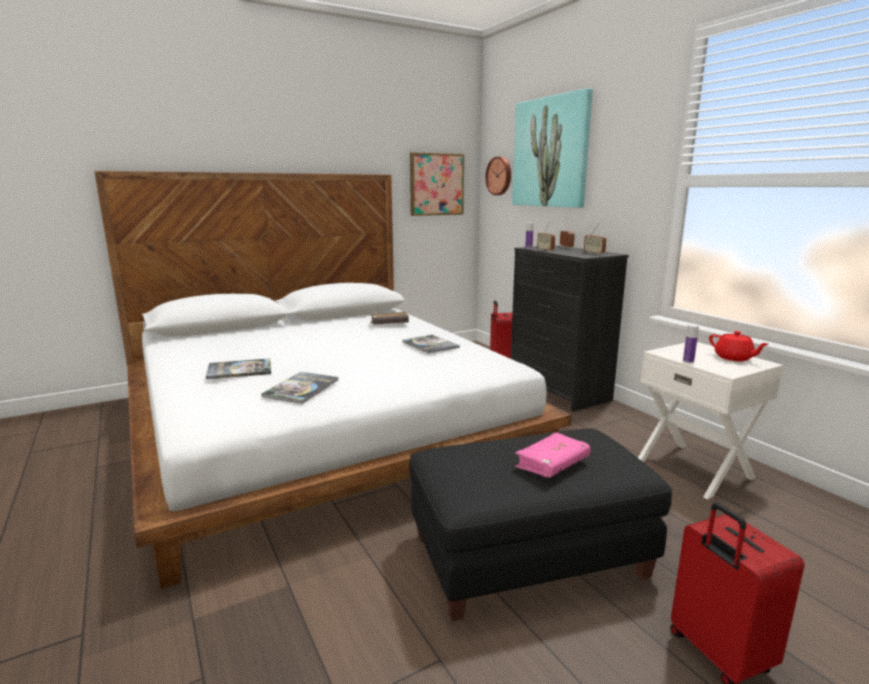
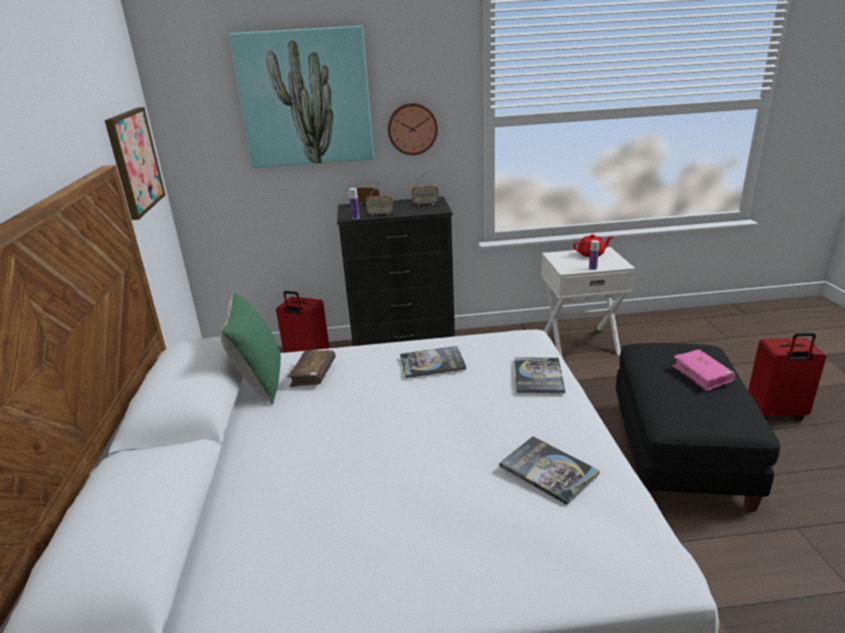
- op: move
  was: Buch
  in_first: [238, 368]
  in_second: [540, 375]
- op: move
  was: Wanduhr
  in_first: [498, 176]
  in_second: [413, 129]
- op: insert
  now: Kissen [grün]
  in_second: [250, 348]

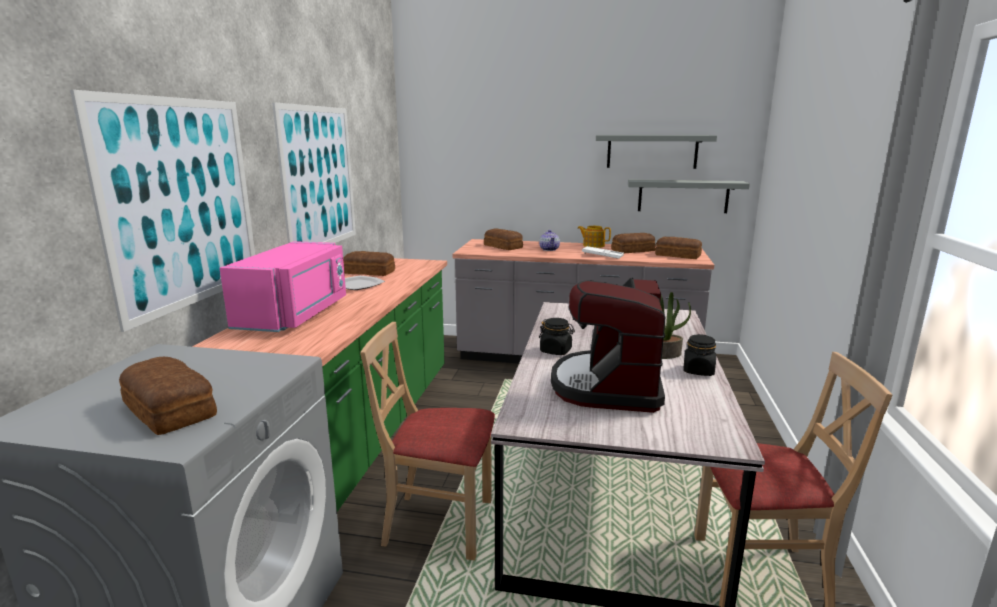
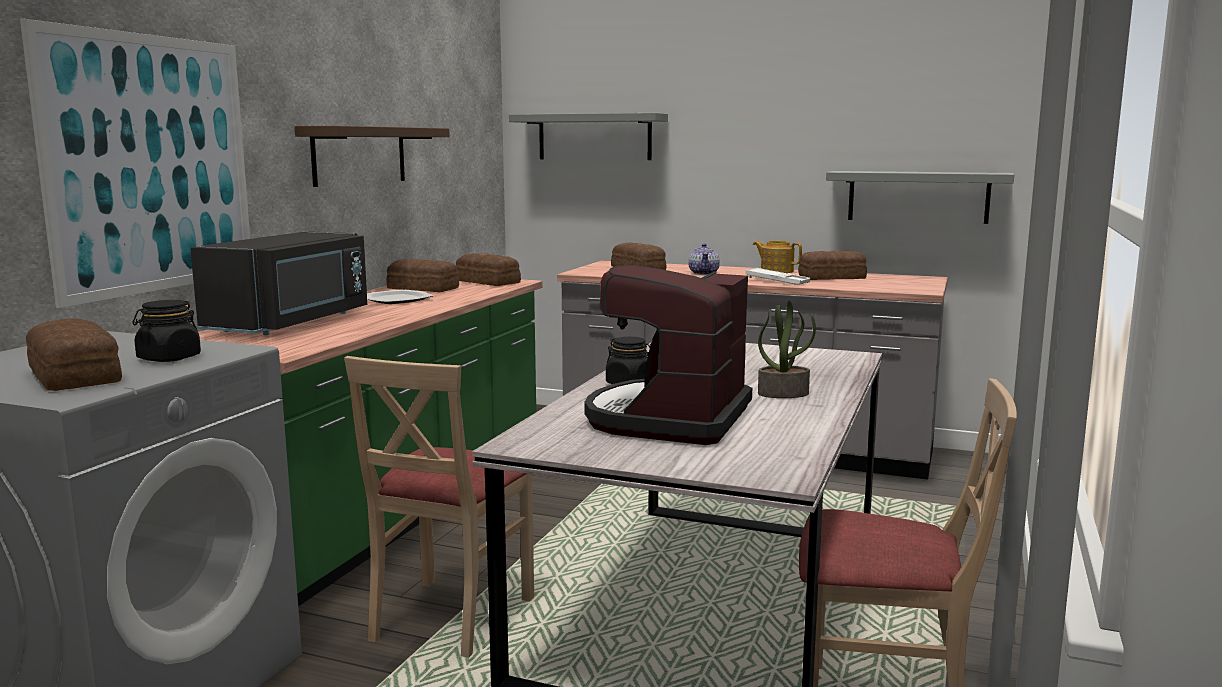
- op: recolor
  was: Mikrowelle [rosa]
  now: Mikrowelle [schwarz]
  in_first: [283, 286]
  in_second: [278, 283]
- op: replace
  was: Bild
  now: Wandregal [braun]
  in_first: [314, 172]
  in_second: [372, 156]
- op: rotate
  was: Stuhl [beige]
  in_first: [427, 441]
  in_second: [439, 507]
  clockwise: -90
- op: move
  was: Wandregal [grau]
  in_first: [656, 152]
  in_second: [588, 136]
- op: move
  was: Brot
  in_first: [678, 248]
  in_second: [488, 269]
- op: move
  was: Vorratsglas [schwarz]
  in_first: [699, 355]
  in_second: [167, 331]

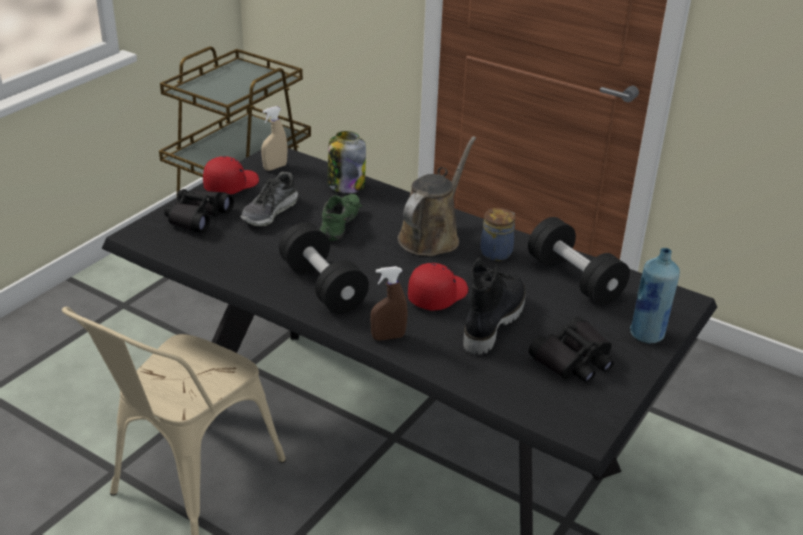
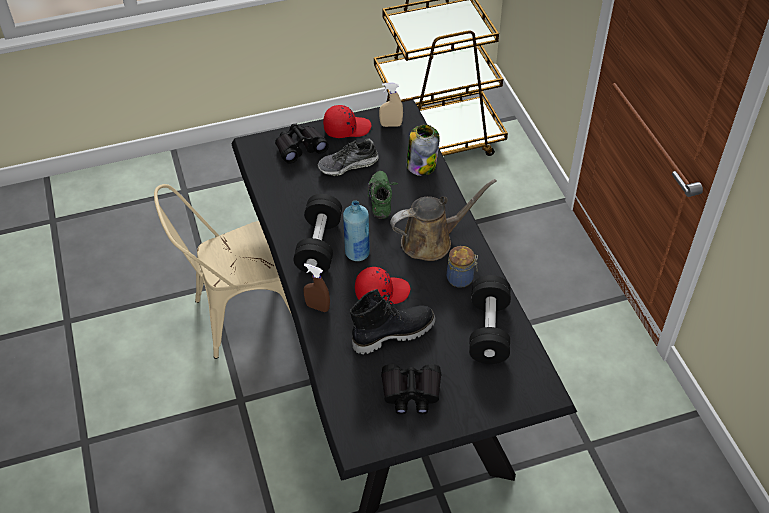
- op: rotate
  was: Schuh [grün]
  in_first: [341, 216]
  in_second: [383, 195]
  clockwise: -60
- op: move
  was: Flasche [blau]
  in_first: [655, 295]
  in_second: [356, 230]

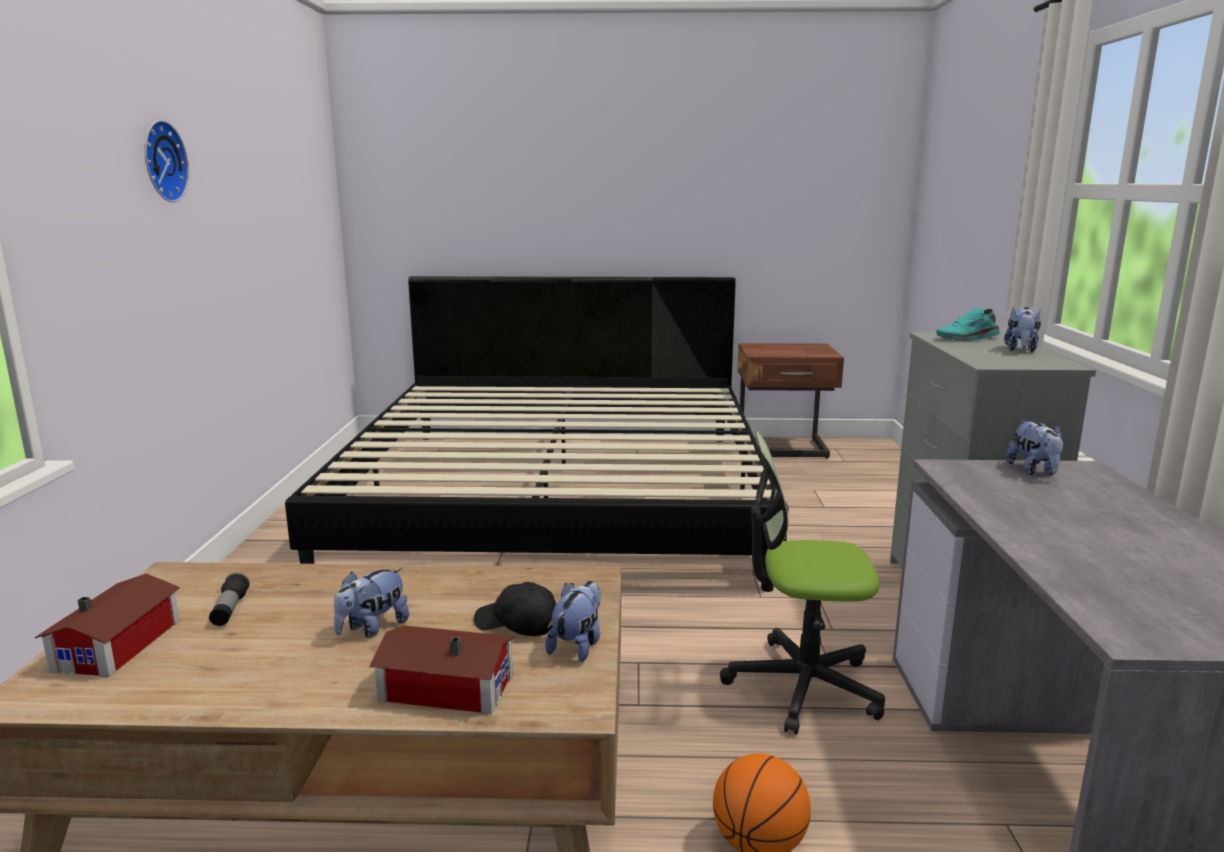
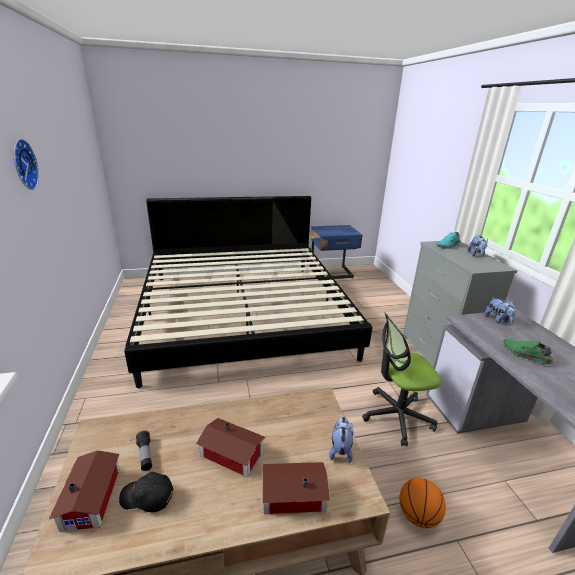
- op: replace
  was: Plüschtier
  now: Spielzeughaus
  in_first: [371, 603]
  in_second: [230, 447]
- op: move
  was: Kappe [schwarz]
  in_first: [515, 609]
  in_second: [146, 492]
- op: recolor
  was: Nachttisch [braun]
  now: Nachttisch [blau]
  in_first: [791, 401]
  in_second: [337, 253]
- op: insert
  now: Schuh [grün]
  in_second: [528, 352]

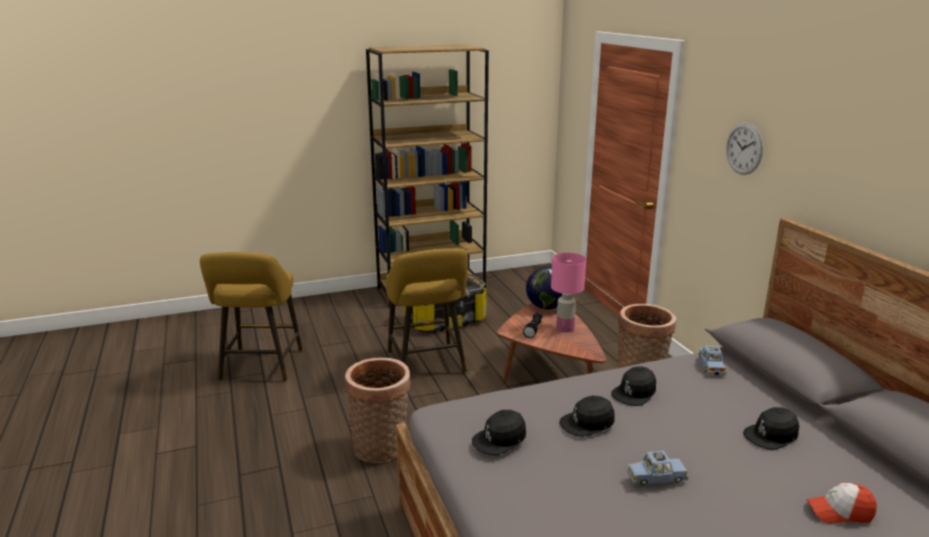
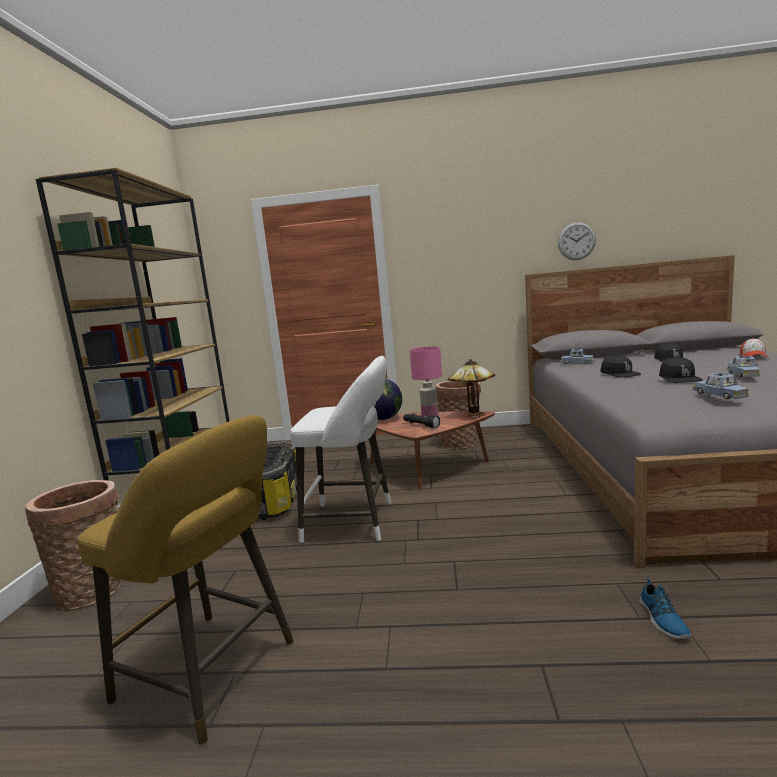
- op: move
  was: Korb
  in_first: [378, 410]
  in_second: [74, 545]
- op: recolor
  was: Hocker [gelb]
  now: Hocker [weiß]
  in_first: [427, 310]
  in_second: [340, 449]
- op: replace
  was: Kappe [schwarz]
  now: Spielzeugauto [blau]
  in_first: [499, 432]
  in_second: [721, 386]
- op: move
  was: Wanduhr
  in_first: [744, 149]
  in_second: [577, 241]
- op: insert
  now: Tischlampe
  in_second: [471, 388]
- op: insert
  now: Schuh
  in_second: [665, 608]

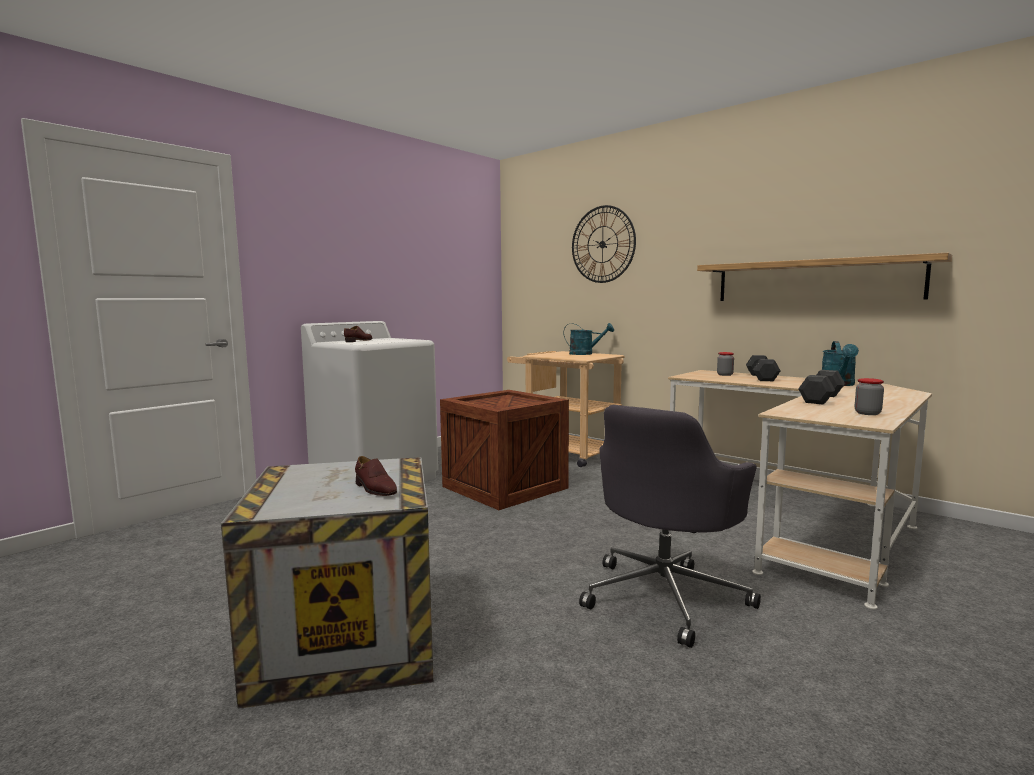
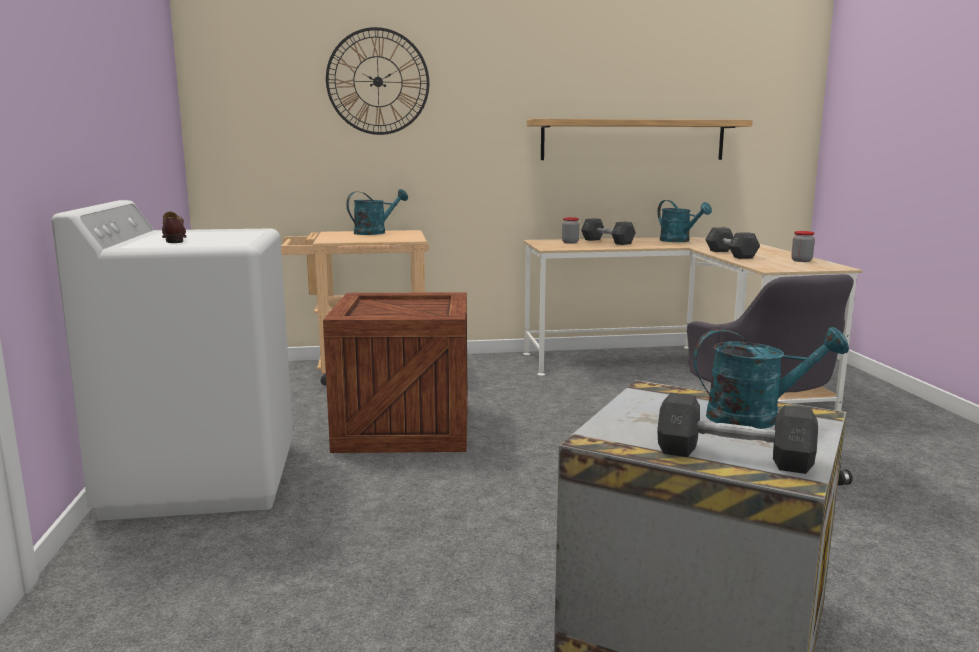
- op: replace
  was: Schuh [braun]
  now: Gießkanne [türkis]
  in_first: [376, 476]
  in_second: [771, 378]
- op: insert
  now: Hantel [grau]
  in_second: [737, 433]

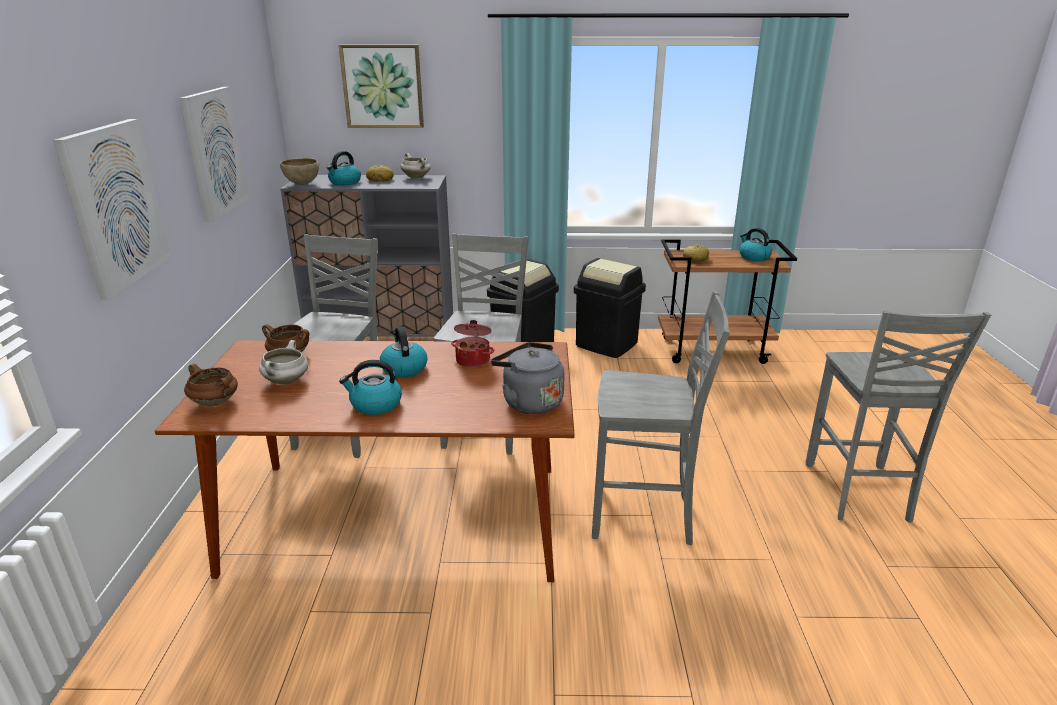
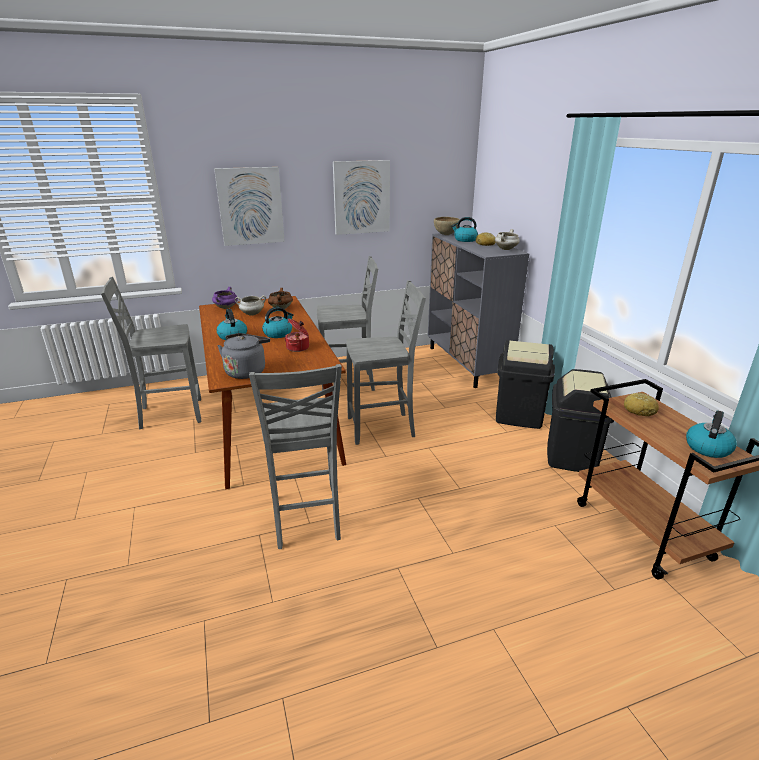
- op: recolor
  was: Kochtopf [braun]
  now: Kochtopf [lila]
  in_first: [211, 385]
  in_second: [225, 298]
- op: delete
  was: Bild
  in_first: [381, 86]
- op: move
  was: Stuhl [grau]
  in_first: [898, 416]
  in_second: [151, 353]

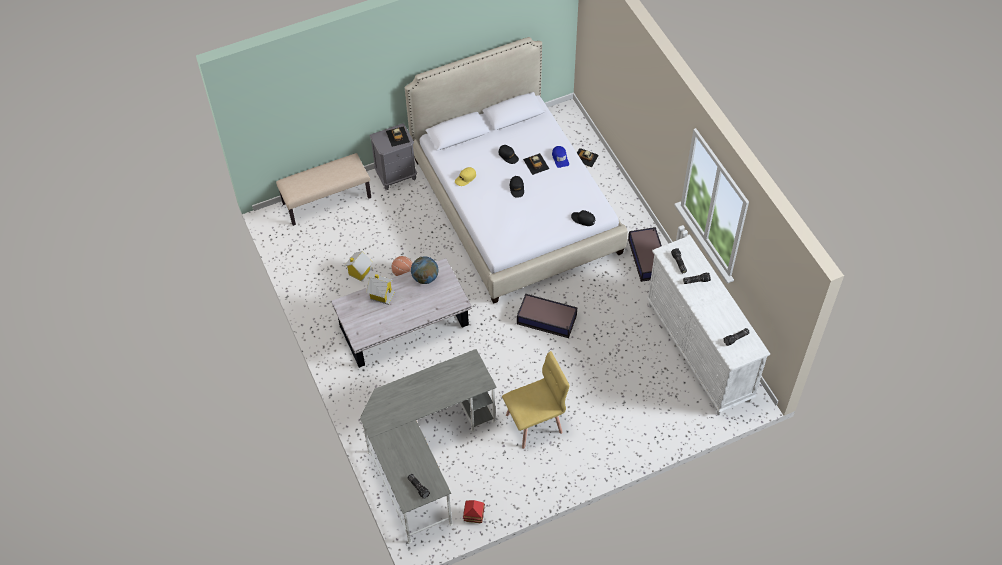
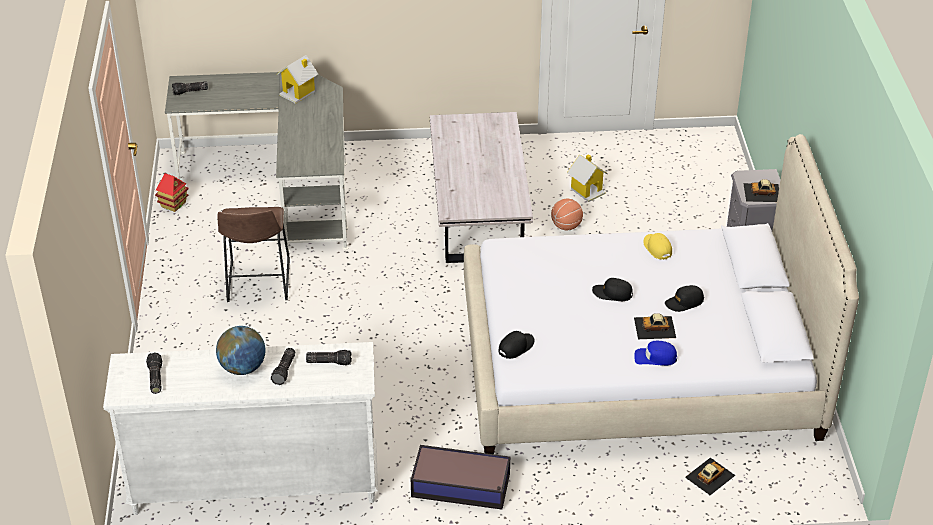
- op: delete
  was: Bank [beige]
  in_first: [323, 189]
- op: move
  was: Spielzeughaus
  in_first: [380, 289]
  in_second: [297, 79]
- op: move
  was: Globus
  in_first: [424, 270]
  in_second: [241, 350]
- op: replace
  was: Stuhl [gelb]
  now: Hocker [braun]
  in_first: [536, 400]
  in_second: [253, 254]
- op: delete
  was: Aufbewahrungsbox
  in_first: [547, 316]

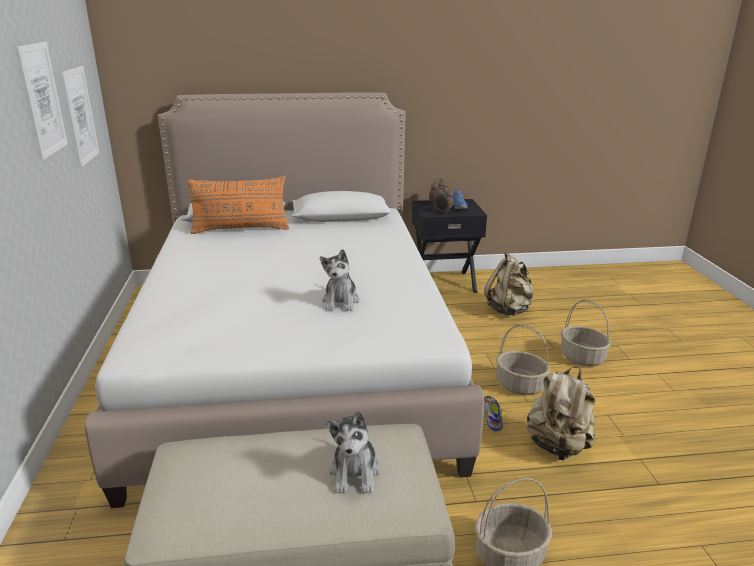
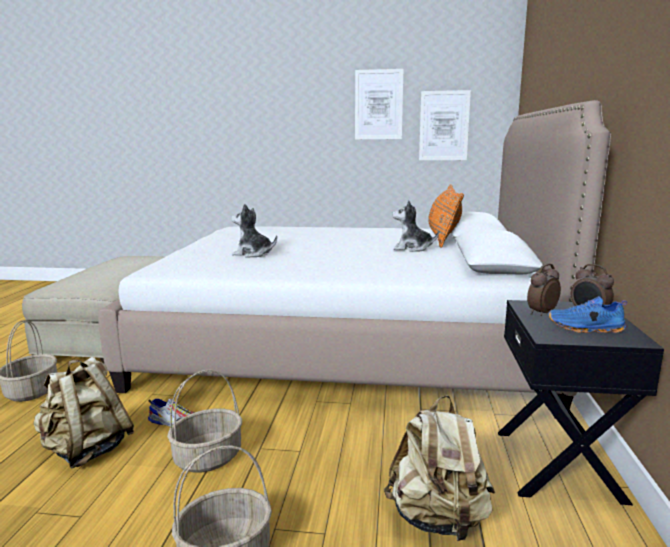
- op: move
  was: Plüschtier
  in_first: [353, 452]
  in_second: [415, 226]

